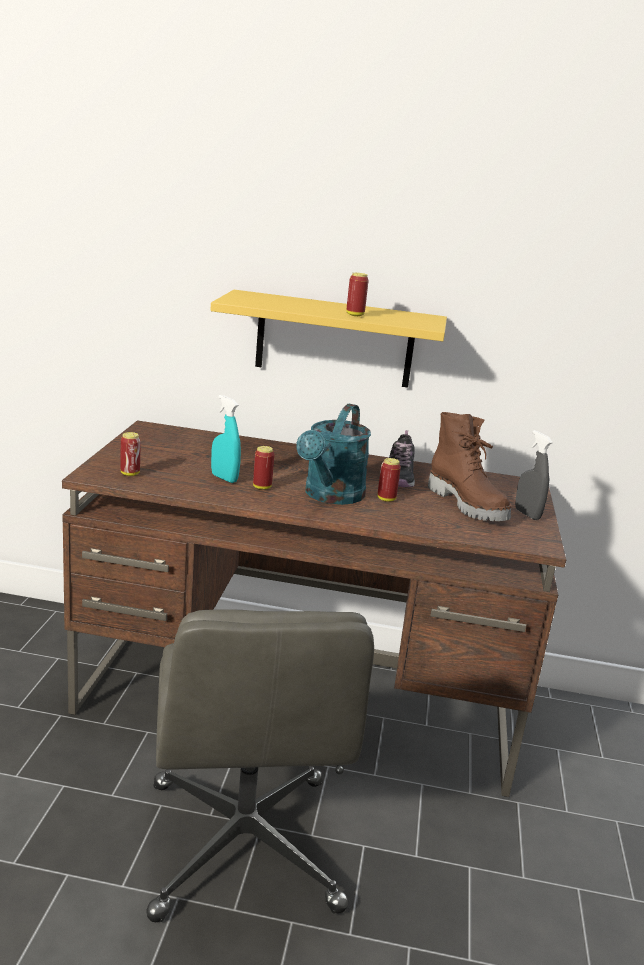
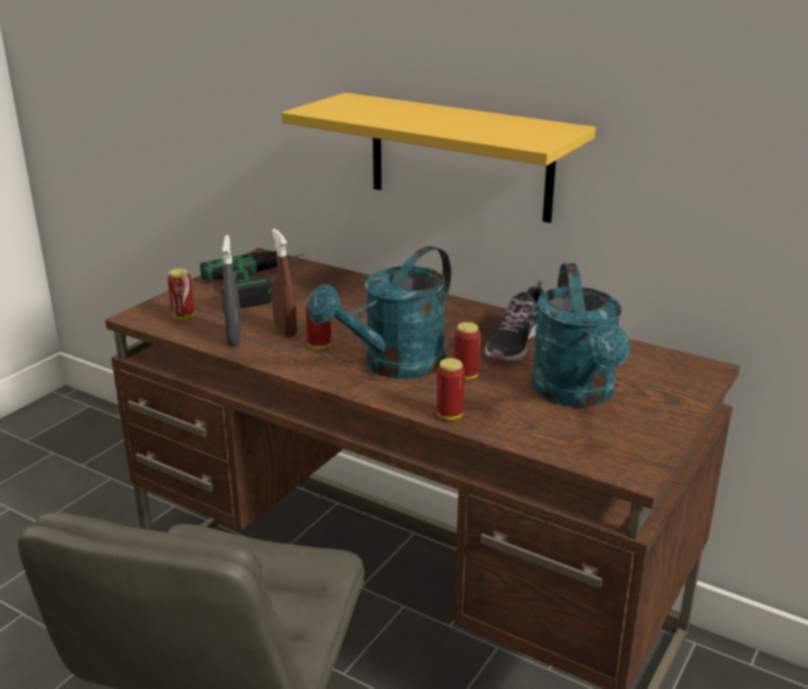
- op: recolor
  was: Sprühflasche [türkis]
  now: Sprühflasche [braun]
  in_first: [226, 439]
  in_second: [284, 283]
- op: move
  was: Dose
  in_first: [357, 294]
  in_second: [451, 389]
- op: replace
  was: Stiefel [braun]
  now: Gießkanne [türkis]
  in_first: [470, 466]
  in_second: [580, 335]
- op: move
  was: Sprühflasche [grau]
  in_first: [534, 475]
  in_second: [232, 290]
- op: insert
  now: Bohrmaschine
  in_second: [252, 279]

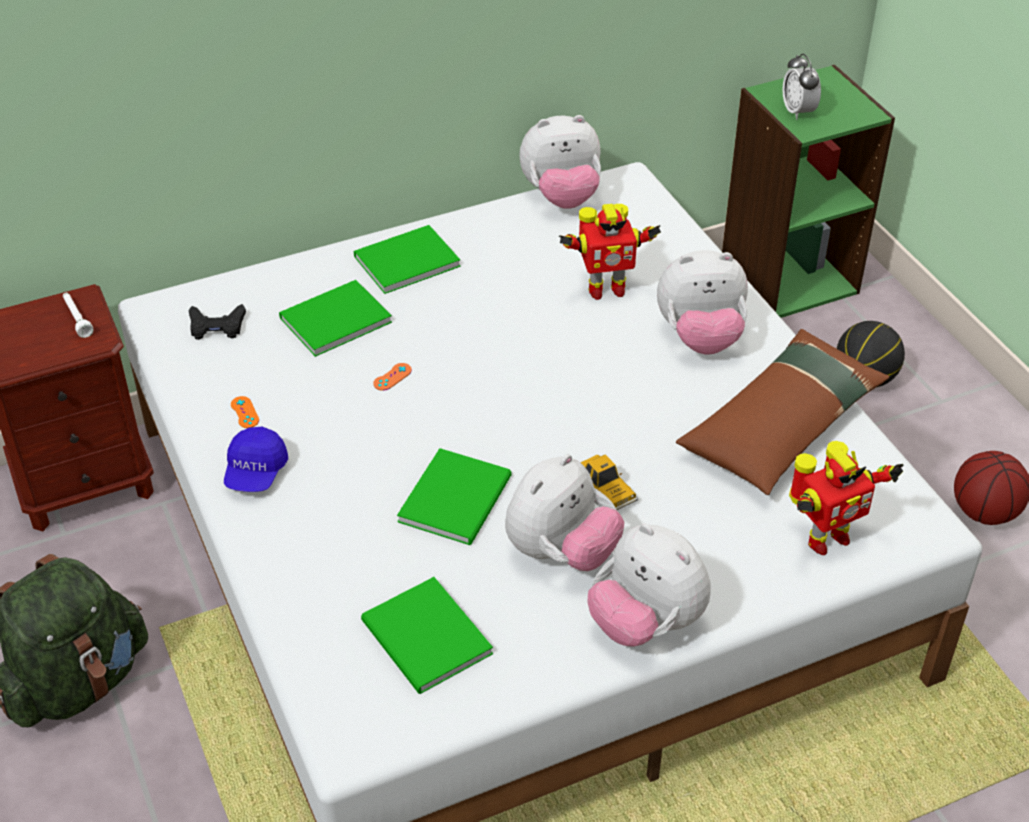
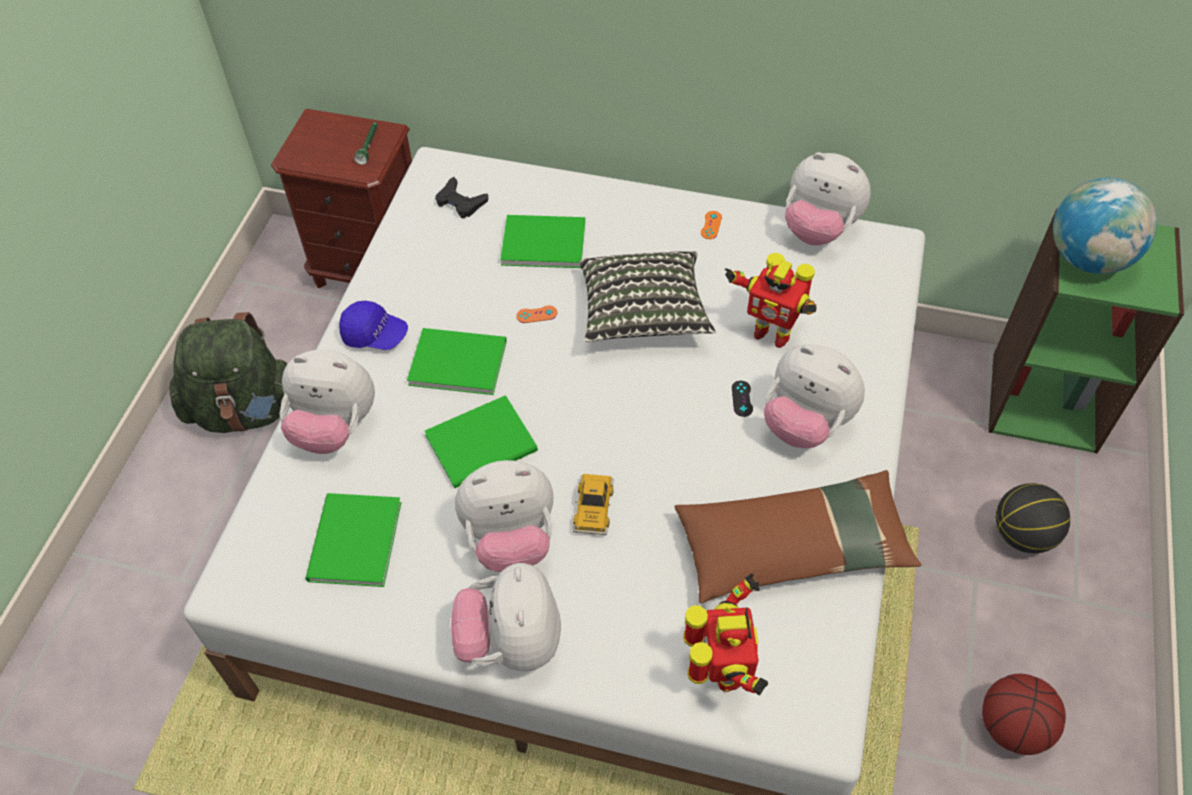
- op: recolor
  was: Taschenlampe [weiß]
  now: Taschenlampe [grün]
  in_first: [78, 315]
  in_second: [366, 143]
- op: rotate
  was: Kappe [blau]
  in_first: [256, 459]
  in_second: [373, 325]
  clockwise: -120
- op: move
  was: Gamepad [orange]
  in_first: [245, 412]
  in_second: [711, 225]
- op: move
  was: Buch [grün]
  in_first: [407, 259]
  in_second: [457, 361]
- op: replace
  was: Wecker
  now: Globus
  in_first: [801, 87]
  in_second: [1105, 226]
- op: rotate
  was: Spielzeugroboter
  in_first: [846, 498]
  in_second: [726, 634]
  clockwise: -105
- op: insert
  now: Plüschtier
  in_second: [327, 402]
- op: insert
  now: Kissen
  in_second: [647, 296]
- op: insert
  now: Gamepad [schwarz]
  in_second: [742, 399]

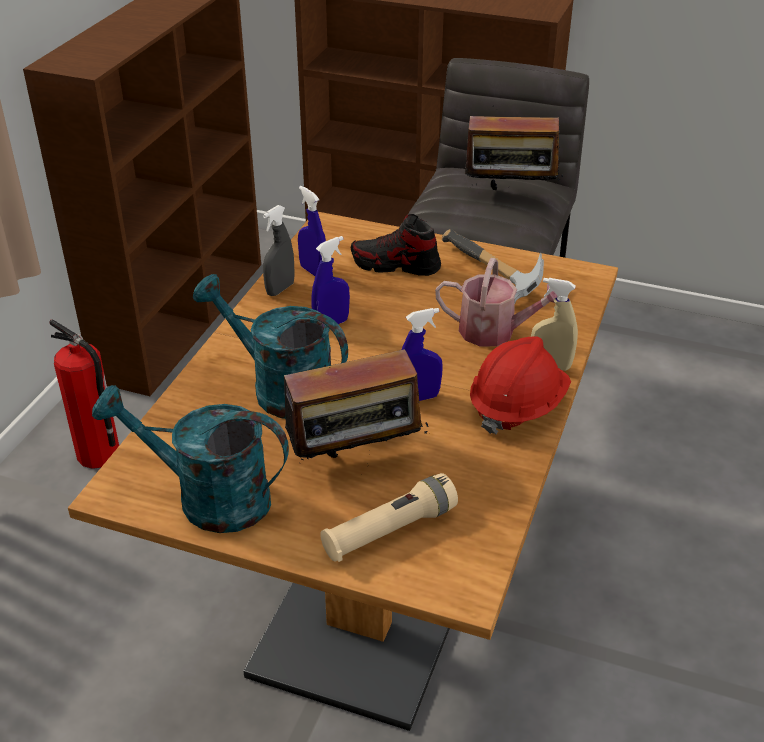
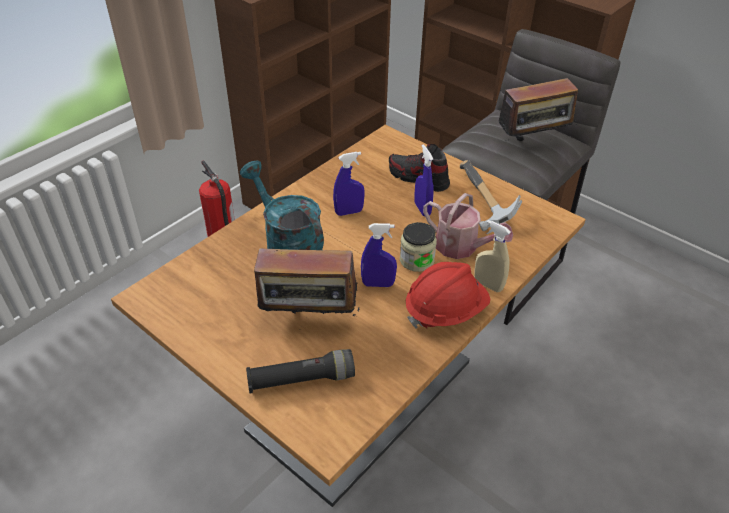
- op: delete
  was: Gießkanne [türkis]
  in_first: [190, 459]
- op: delete
  was: Sprühflasche [grau]
  in_first: [279, 250]
- op: move
  was: Sprühflasche [blau]
  in_first: [312, 231]
  in_second: [424, 180]
- op: recolor
  was: Taschenlampe [beige]
  now: Taschenlampe [schwarz]
  in_first: [389, 517]
  in_second: [300, 371]
- op: rotate
  was: Radio
  in_first: [514, 144]
  in_second: [538, 109]
  clockwise: -45
- op: insert
  now: Vorratsglas
  in_second: [418, 247]

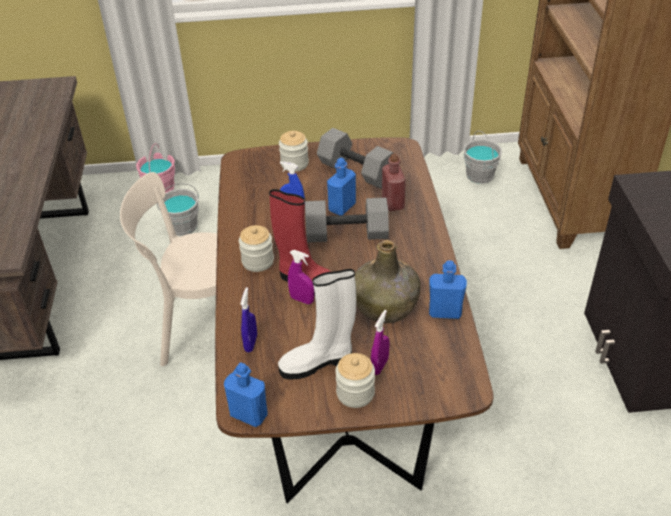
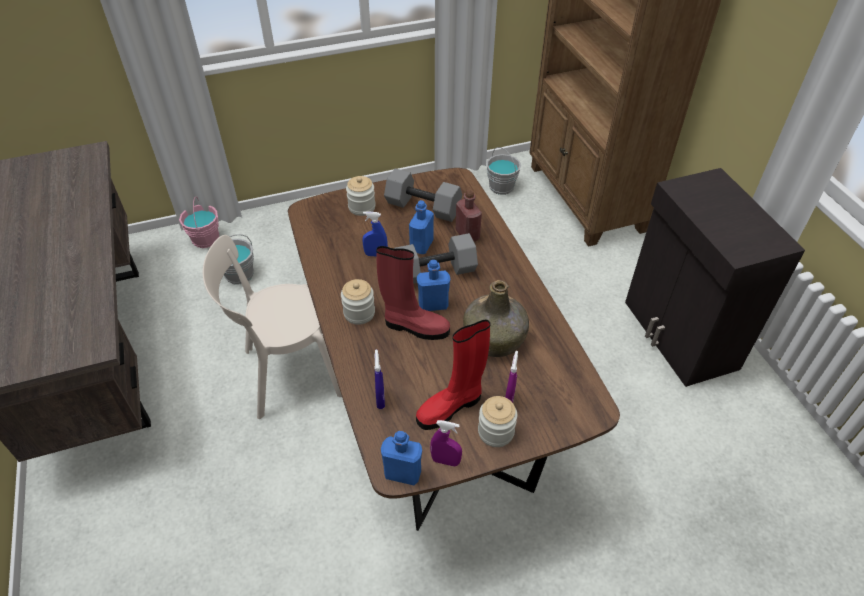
- op: recolor
  was: Stiefel [weiß]
  now: Stiefel [rot]
  in_first: [317, 324]
  in_second: [453, 375]
- op: move
  was: Sprühflasche [lila]
  in_first: [301, 277]
  in_second: [446, 443]
- op: move
  was: Flasche [blau]
  in_first: [448, 290]
  in_second: [433, 285]

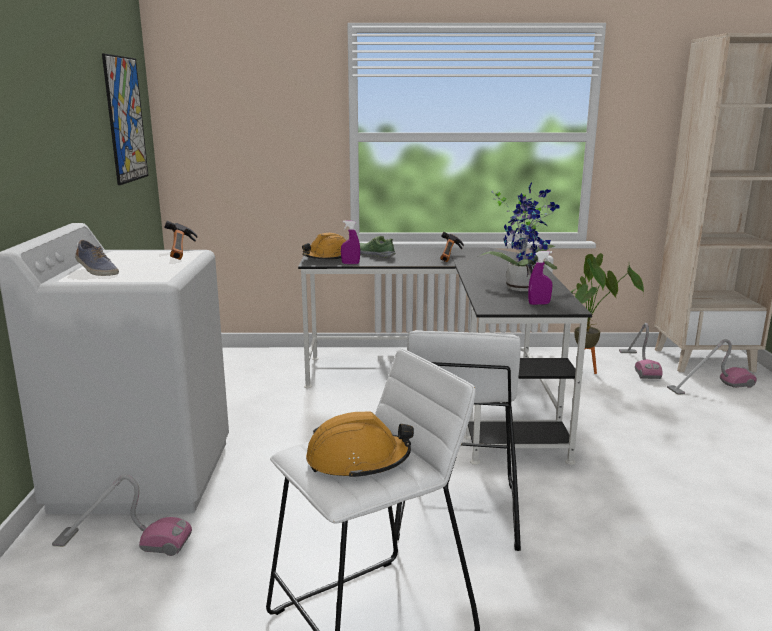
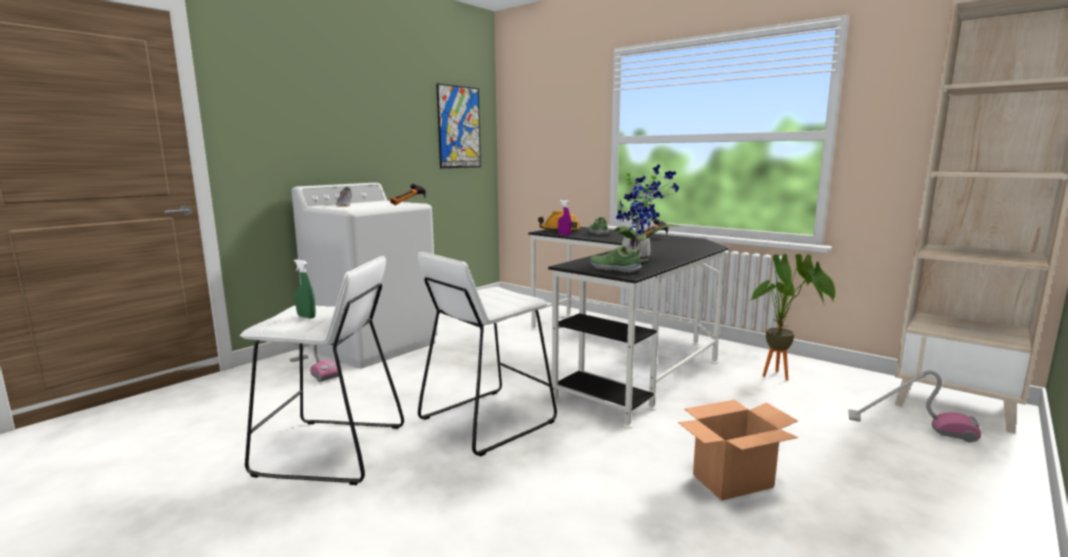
- op: replace
  was: Schutzhelm [orange]
  now: Sprühflasche [grün]
  in_first: [360, 446]
  in_second: [305, 289]
- op: replace
  was: Sprühflasche [lila]
  now: Schuh
  in_first: [540, 278]
  in_second: [616, 259]
- op: delete
  was: Staubsauger
  in_first: [641, 351]
- op: insert
  now: Karton
  in_second: [738, 450]

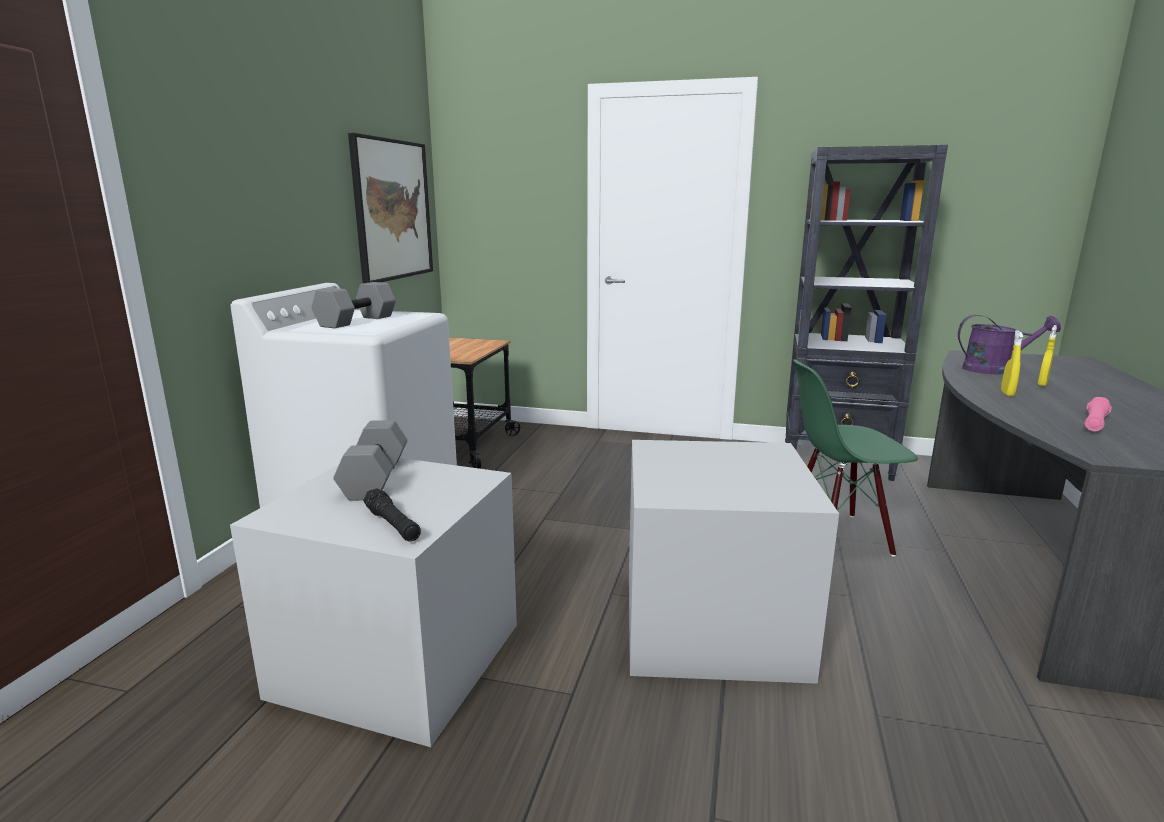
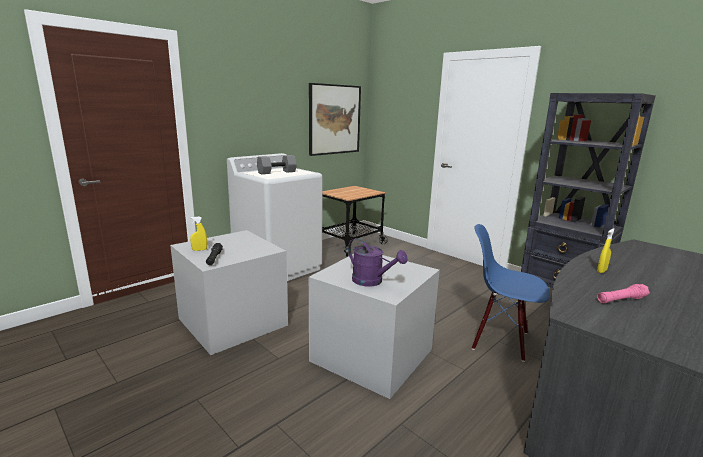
- op: delete
  was: Hantel [grau]
  in_first: [370, 460]
- op: recolor
  was: Stuhl [grün]
  now: Stuhl [blau]
  in_first: [855, 458]
  in_second: [511, 293]
- op: move
  was: Gießkanne [lila]
  in_first: [1009, 344]
  in_second: [378, 262]
- op: move
  was: Sprühflasche [gelb]
  in_first: [1047, 355]
  in_second: [198, 233]

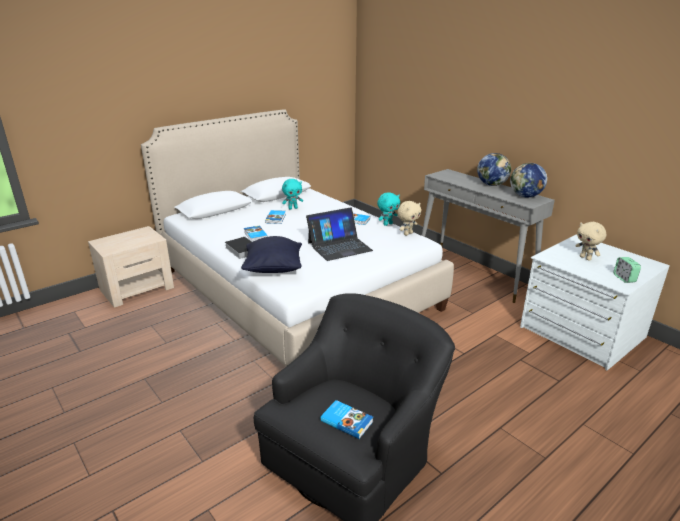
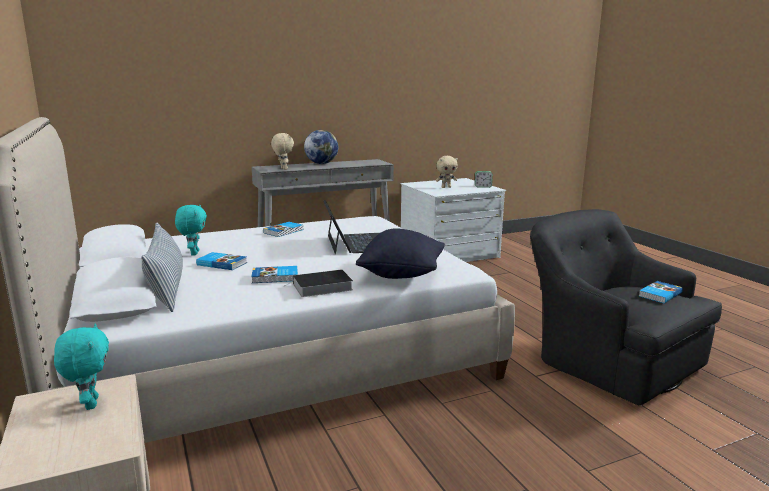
- op: move
  was: Plüschtier [türkis]
  in_first: [388, 209]
  in_second: [81, 367]
- op: move
  was: Plüschtier [beige]
  in_first: [409, 218]
  in_second: [282, 151]
- op: delete
  was: Globus
  in_first: [528, 180]
- op: insert
  now: Kissen
  in_second: [162, 267]

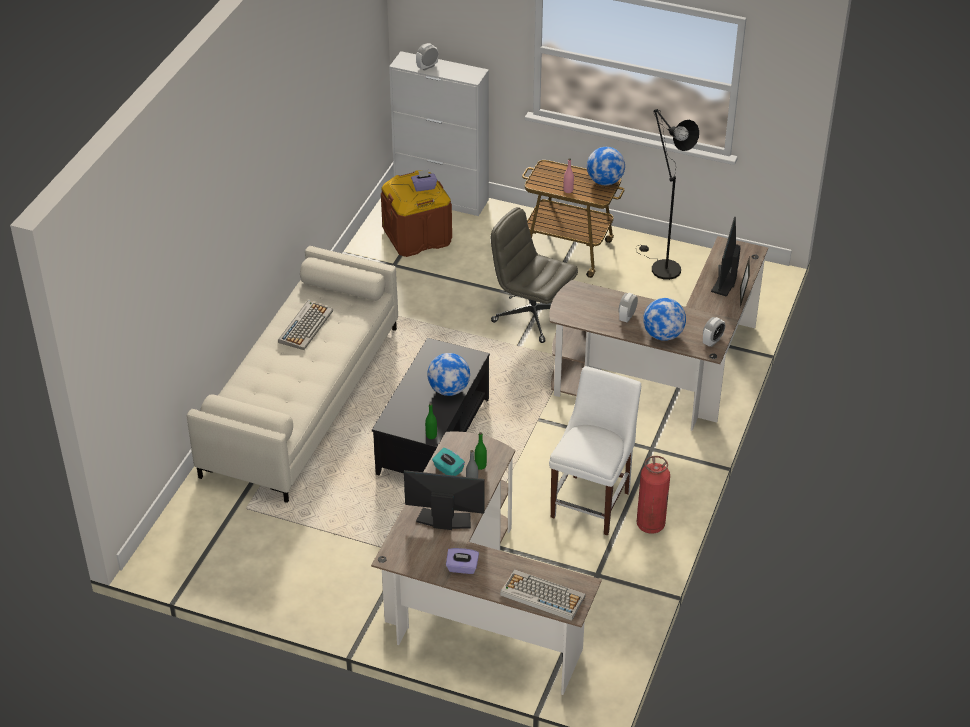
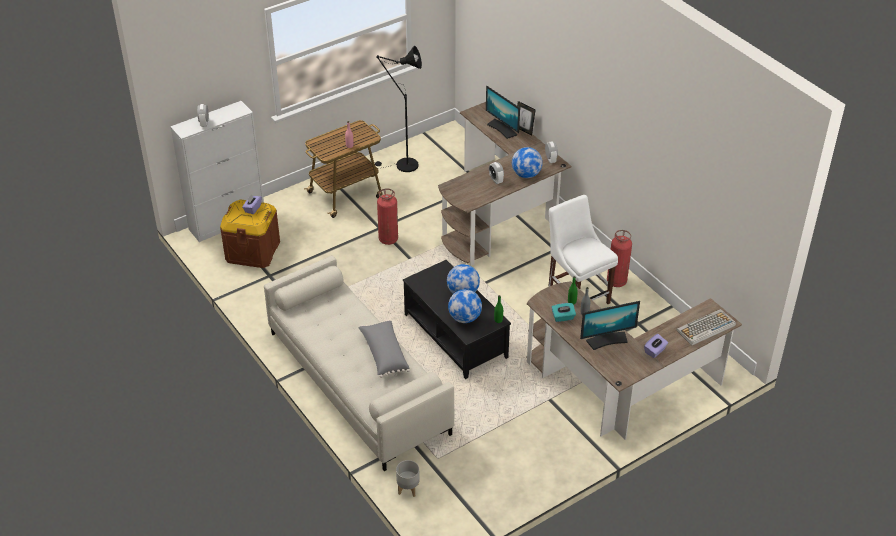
- op: delete
  was: Tastatur
  in_first: [305, 325]
- op: rotate
  was: Monitor
  in_first: [444, 500]
  in_second: [610, 325]
  clockwise: -150
- op: replace
  was: Bürostuhl [grau]
  now: Feuerlöscher
  in_first: [534, 275]
  in_second: [387, 217]
- op: move
  was: Globus
  in_first: [606, 166]
  in_second: [465, 306]
- op: insert
  now: Kissen [grau]
  in_second: [384, 349]
- op: insert
  now: Pflanzkübel [grau]
  in_second: [408, 478]

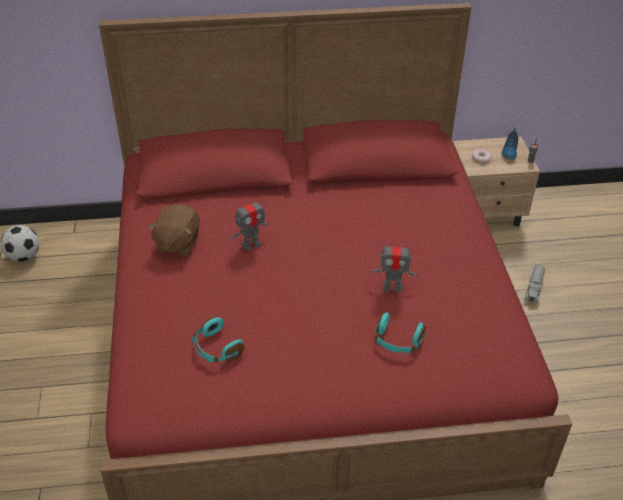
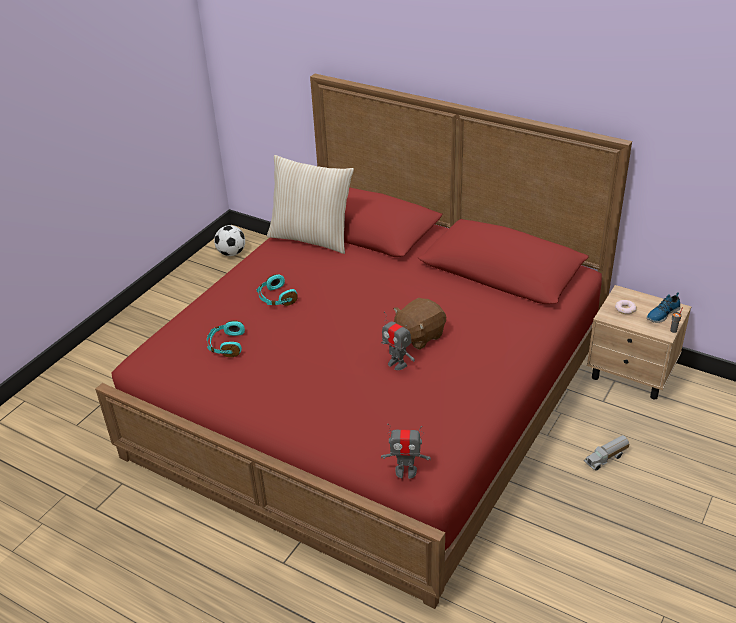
- op: move
  was: Plüschtier [braun]
  in_first: [174, 230]
  in_second: [419, 324]
- op: move
  was: Spielzeugroboter
  in_first: [249, 222]
  in_second: [406, 451]
- op: move
  was: Kopfhörer [türkis]
  in_first: [400, 333]
  in_second: [277, 290]
- op: insert
  now: Kissen [beige]
  in_second: [310, 204]

